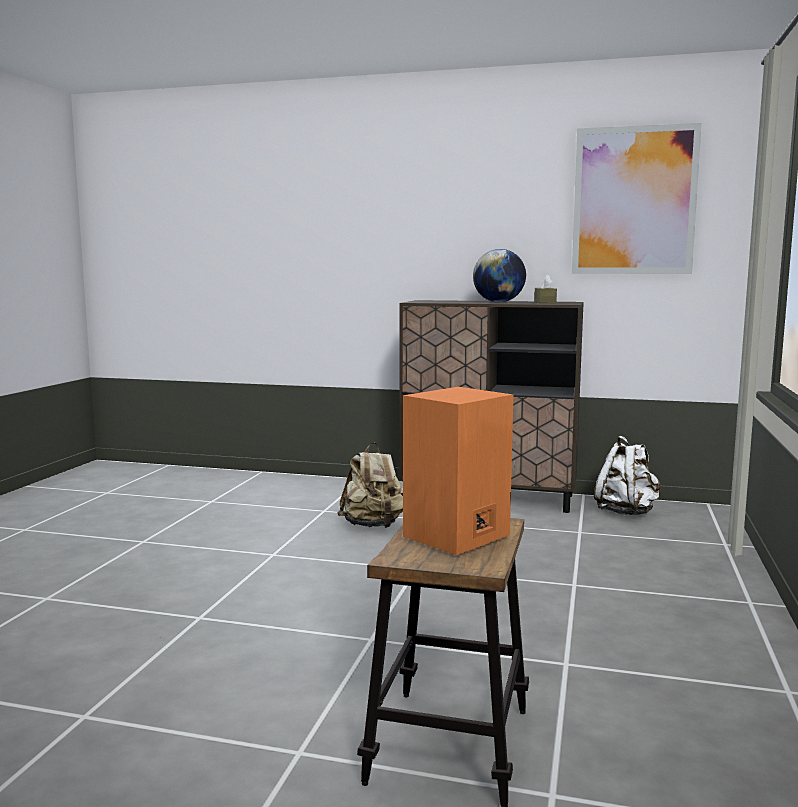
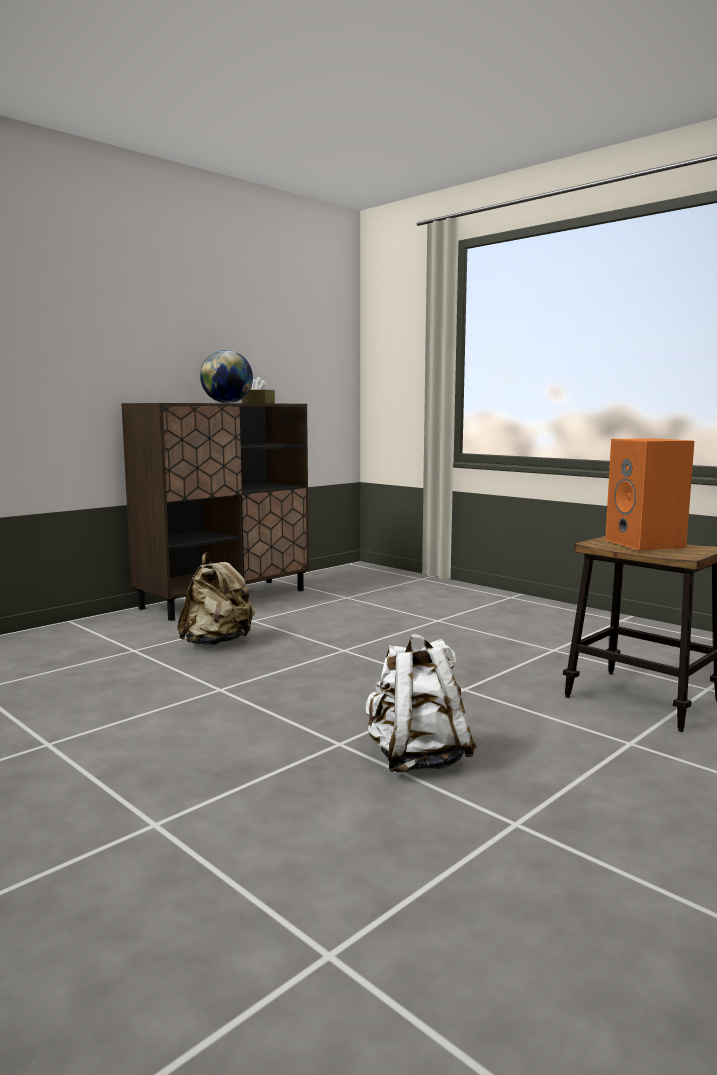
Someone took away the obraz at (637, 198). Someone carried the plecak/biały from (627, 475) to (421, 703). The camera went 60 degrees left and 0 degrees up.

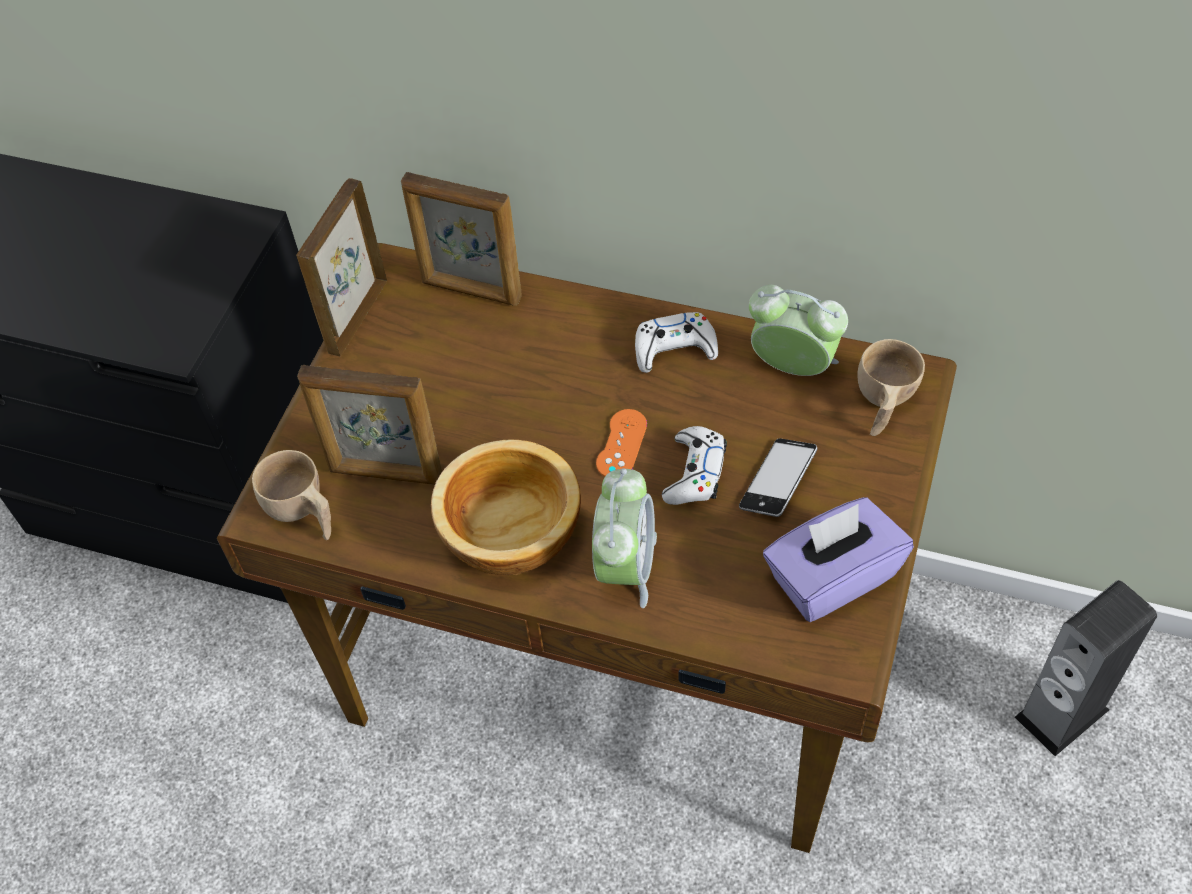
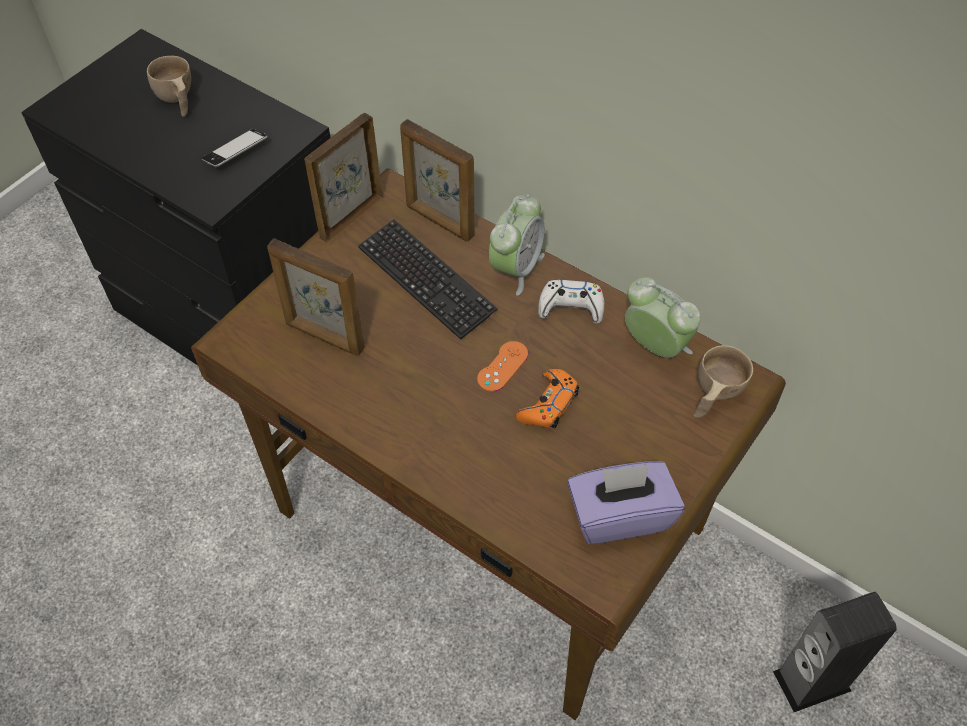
Someone carried the filiżanka/beżowy from (291, 495) to (169, 86). Someone took away the miska at (506, 507). Someone carried the budzik from (624, 538) to (517, 245). Someone repainted the pad do gier/biały at (694, 465), which became the pad do gier/pomarańczowy at (547, 398). Someone carried the telefon from (778, 477) to (235, 148). Someone put down the klawiatura at (428, 279). The camera went 15 degrees right and 0 degrees up.

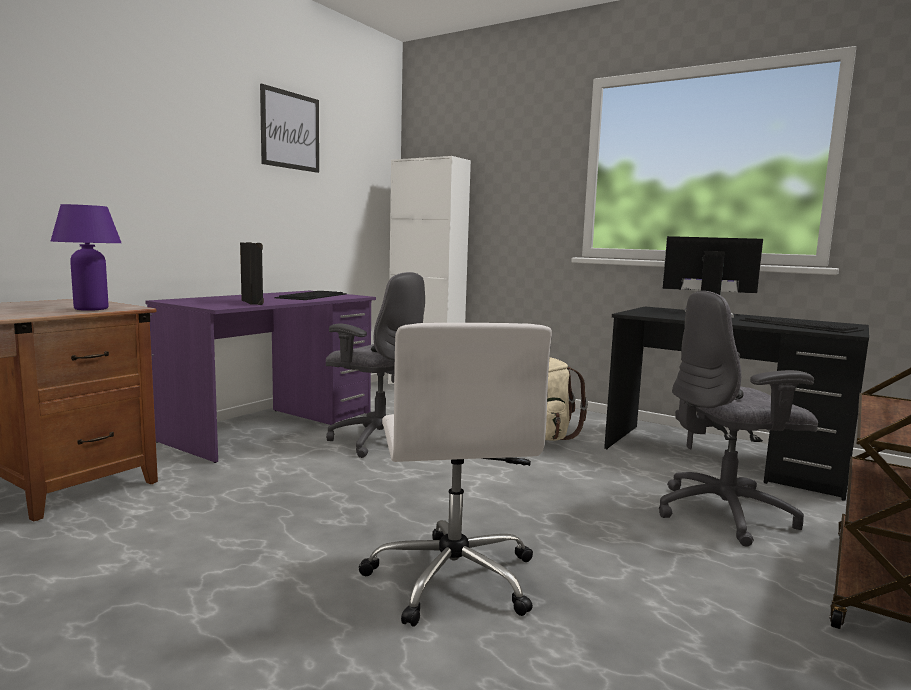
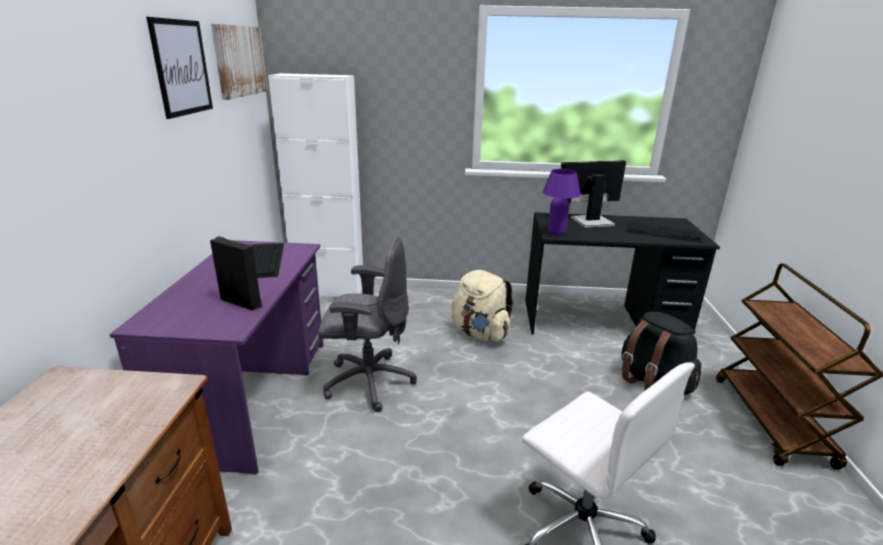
Someone carried the lampa stołowa/fioletowy from (86, 257) to (561, 202). Someone swapped the krzesło biurowe/szary at (738, 419) for the plecak/czarny at (661, 353). Someone put up the obraz at (239, 62). The camera went 30 degrees left and 15 degrees up.

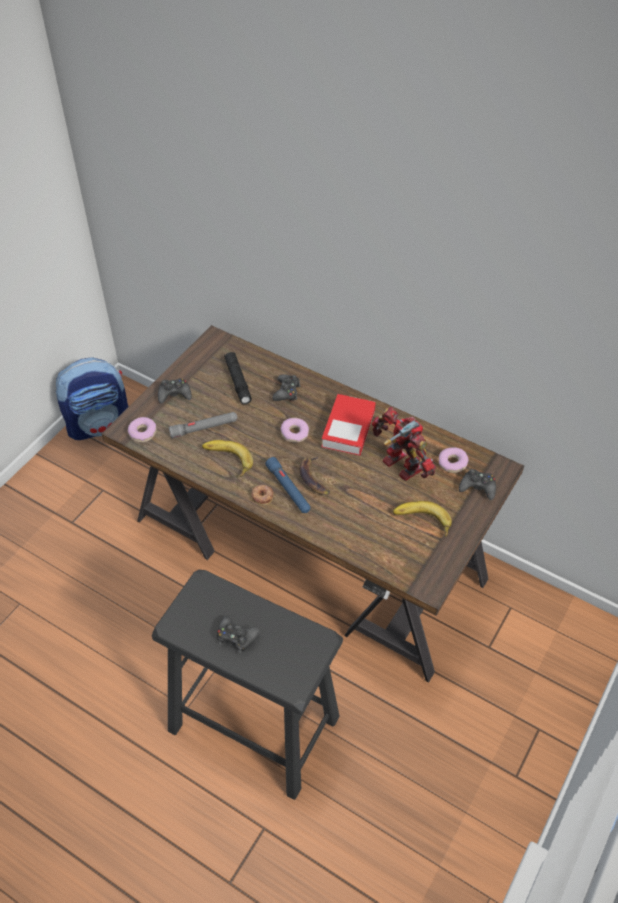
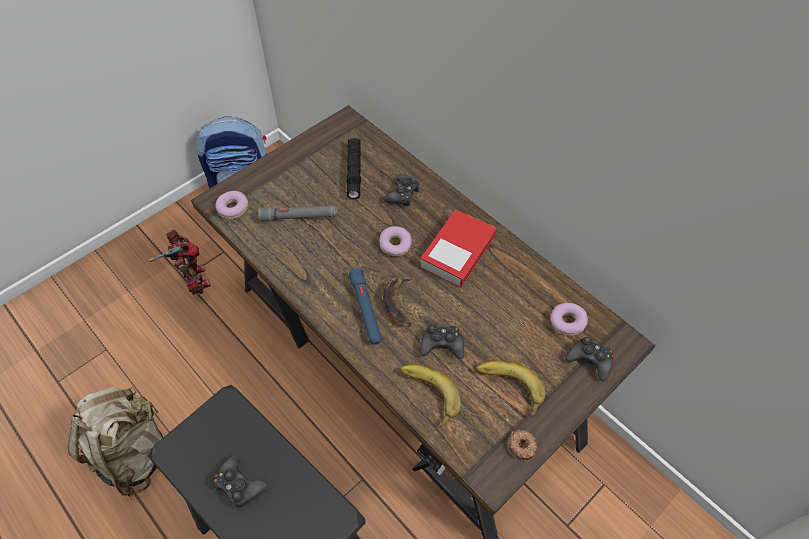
Someone carried the pad do gier/czarny from (175, 390) to (442, 342). Someone carried the banan from (227, 458) to (430, 396). Someone carried the donut from (262, 495) to (523, 446). Someone carried the robot zabawkowy from (404, 444) to (179, 262). Someone put down the plecak/beżowy at (115, 442). The camera went 15 degrees right and 5 degrees up.

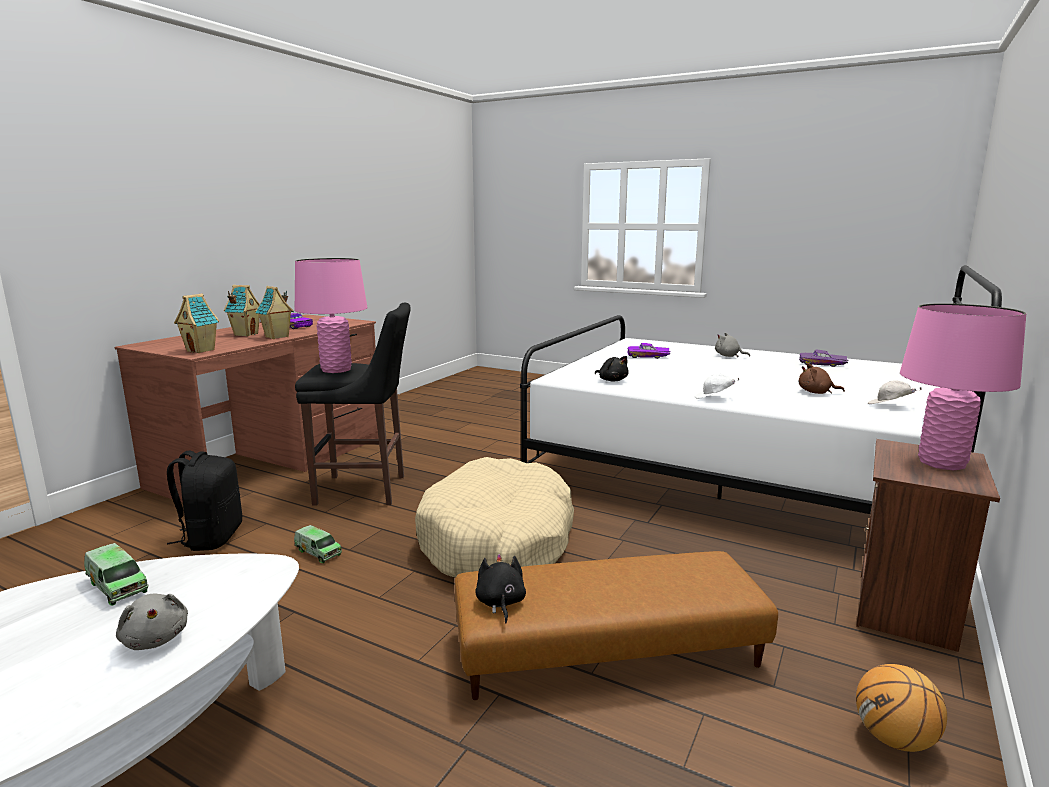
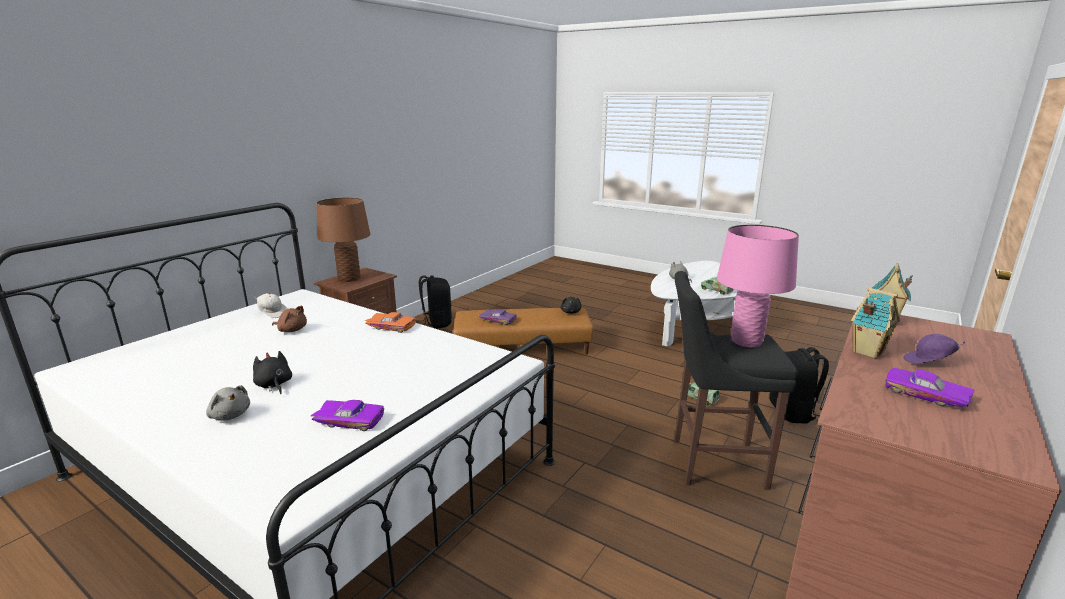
Someone swapped the domek at (242, 310) for the czapka z daszkiem/fioletowy at (934, 348). Someone took away the legowisko/beżowy at (494, 517). Someone carried the pluszak/czarny from (612, 369) to (272, 372). Someone swapped the czapka z daszkiem/biały at (717, 386) for the samochodzik/pomarańczowy at (390, 322). Someone carried the samochodzik/fioletowy from (824, 358) to (498, 317). Someone swapped the piłka do koszykówki at (901, 708) for the plecak/czarny at (434, 302). Someone repainted the lampa stołowa/różowy at (963, 386), which became the lampa stołowa/brązowy at (343, 239). The camera went 175 degrees left and 5 degrees up.

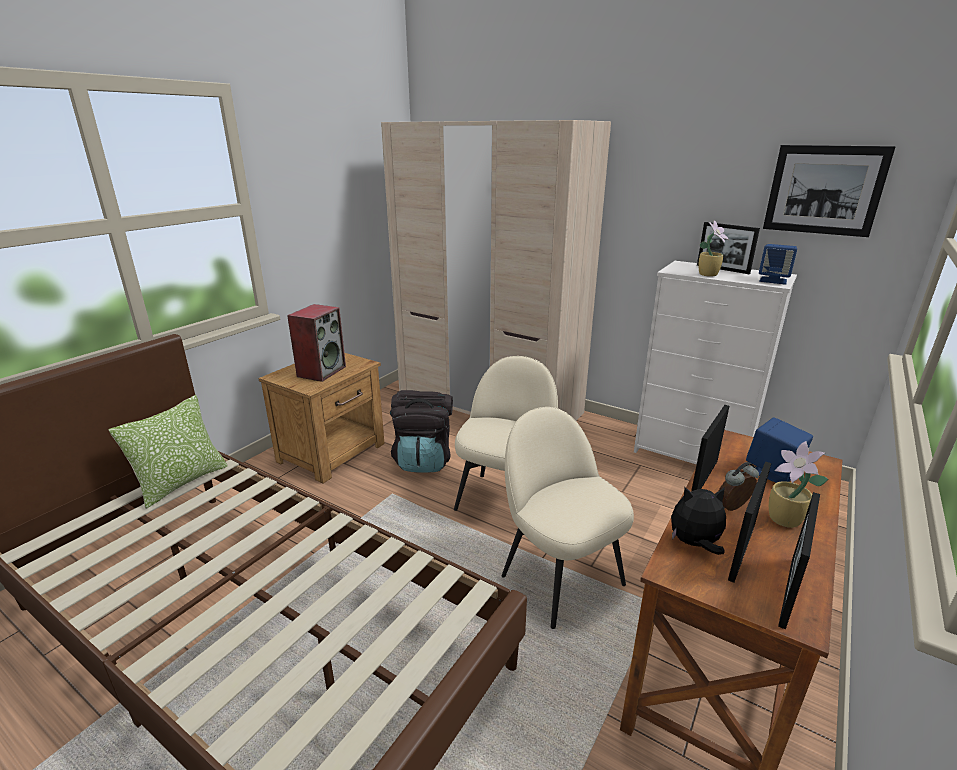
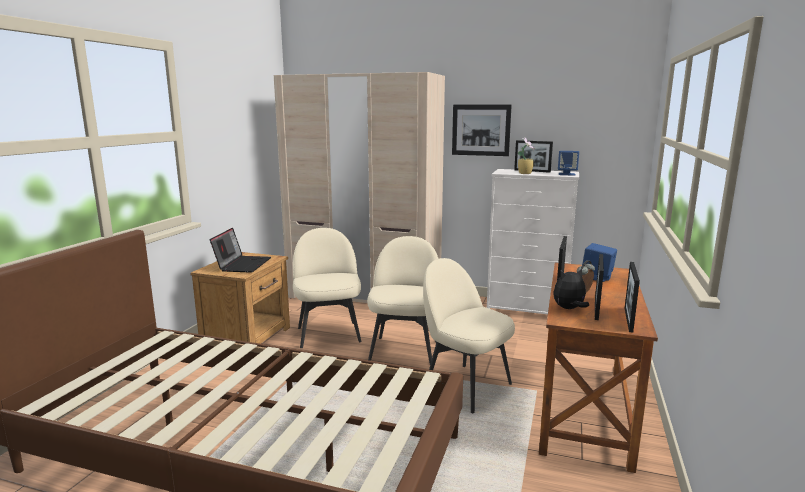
Someone took away the poduszka at (168, 452). Someone swapped the głośnik at (316, 343) for the laptop at (240, 250). Someone swapped the plecak/czarny at (421, 431) for the krzesło/beżowy at (327, 288). Someone carried the obraz from (829, 191) to (482, 130). Someone took away the roślina doniczkowa at (798, 484). The camera went 15 degrees left and 10 degrees down.

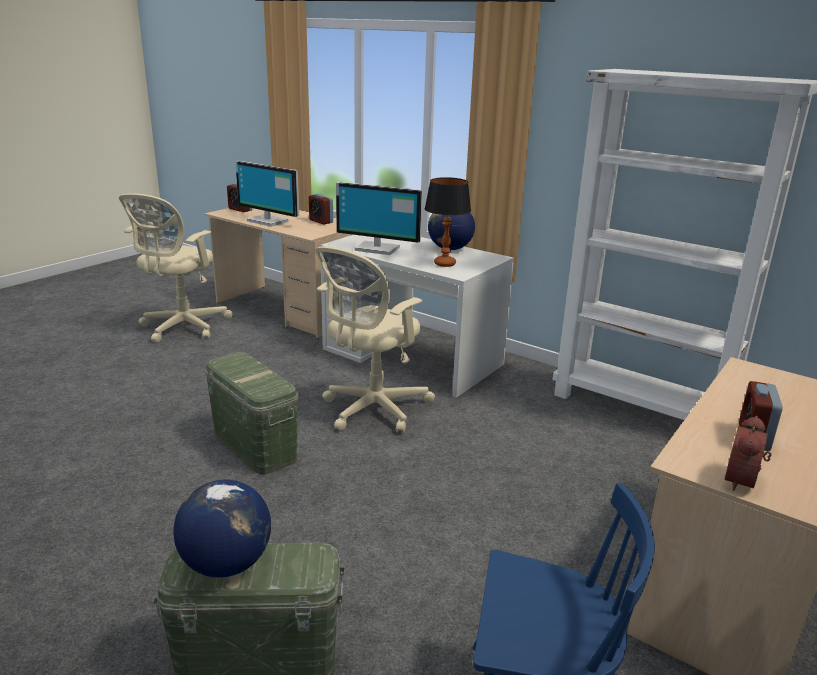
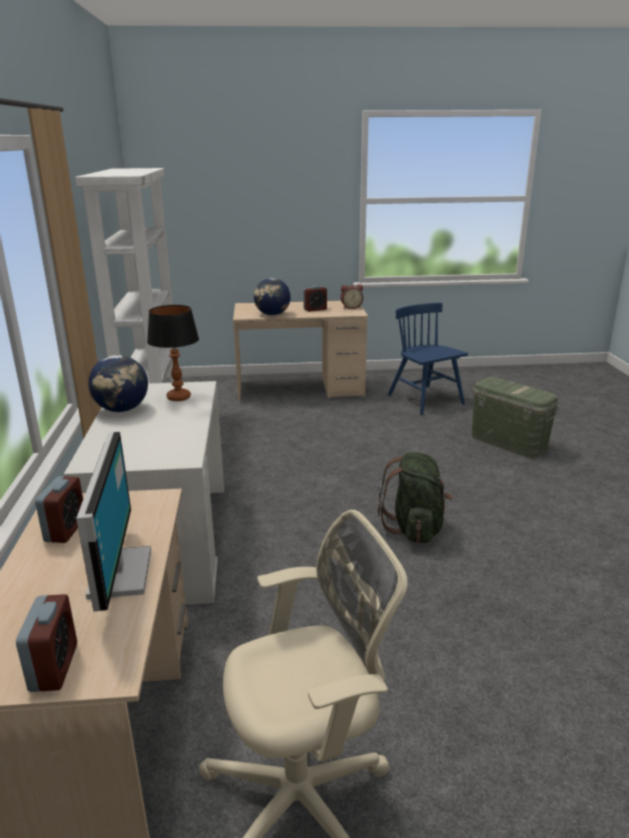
Someone carried the globus from (222, 528) to (272, 296). Someone swapped the pojemnik do przechowywania/zielony at (251, 413) for the plecak/zielony at (415, 497). Someone took away the krzesło biurowe/beżowy at (375, 339). Someone took away the monitor at (379, 218). The camera went 130 degrees left and 0 degrees up.

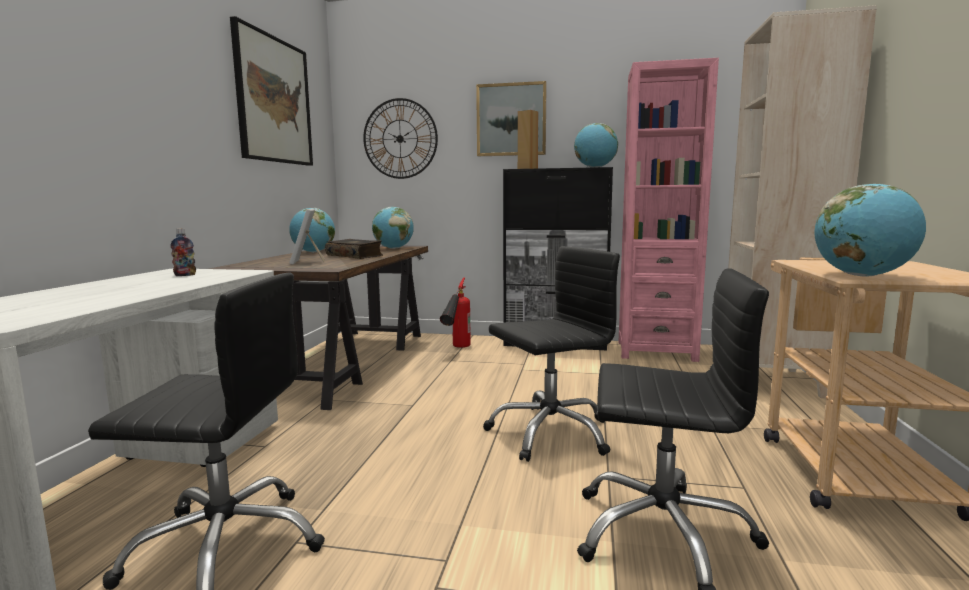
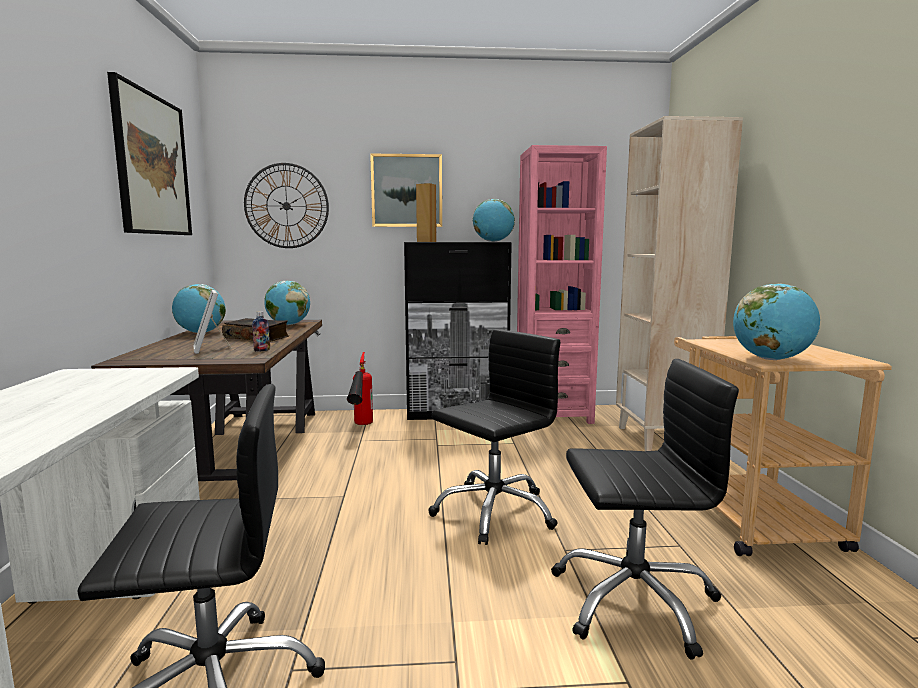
Someone carried the butelka from (183, 252) to (261, 331). The camera went 15 degrees left and 0 degrees up.

